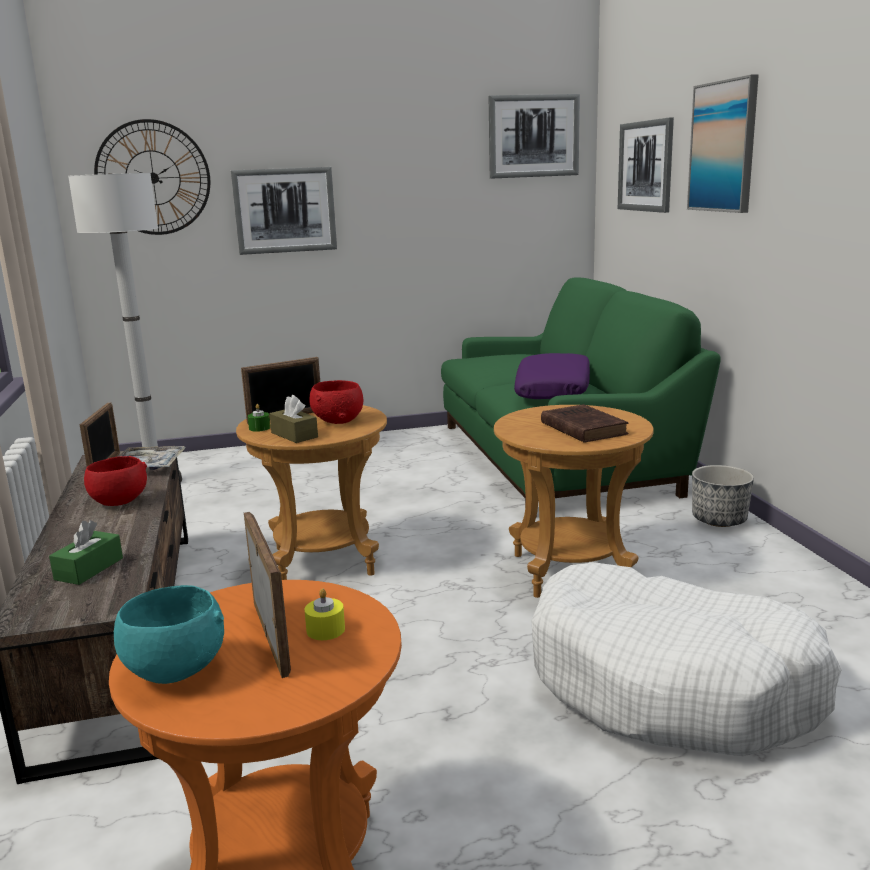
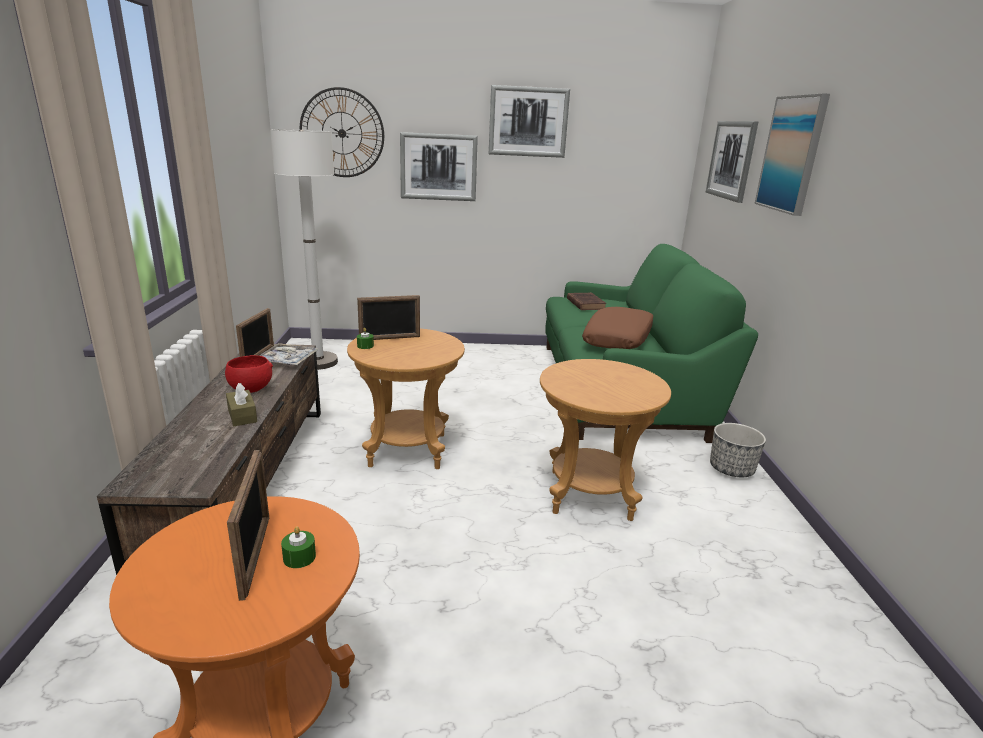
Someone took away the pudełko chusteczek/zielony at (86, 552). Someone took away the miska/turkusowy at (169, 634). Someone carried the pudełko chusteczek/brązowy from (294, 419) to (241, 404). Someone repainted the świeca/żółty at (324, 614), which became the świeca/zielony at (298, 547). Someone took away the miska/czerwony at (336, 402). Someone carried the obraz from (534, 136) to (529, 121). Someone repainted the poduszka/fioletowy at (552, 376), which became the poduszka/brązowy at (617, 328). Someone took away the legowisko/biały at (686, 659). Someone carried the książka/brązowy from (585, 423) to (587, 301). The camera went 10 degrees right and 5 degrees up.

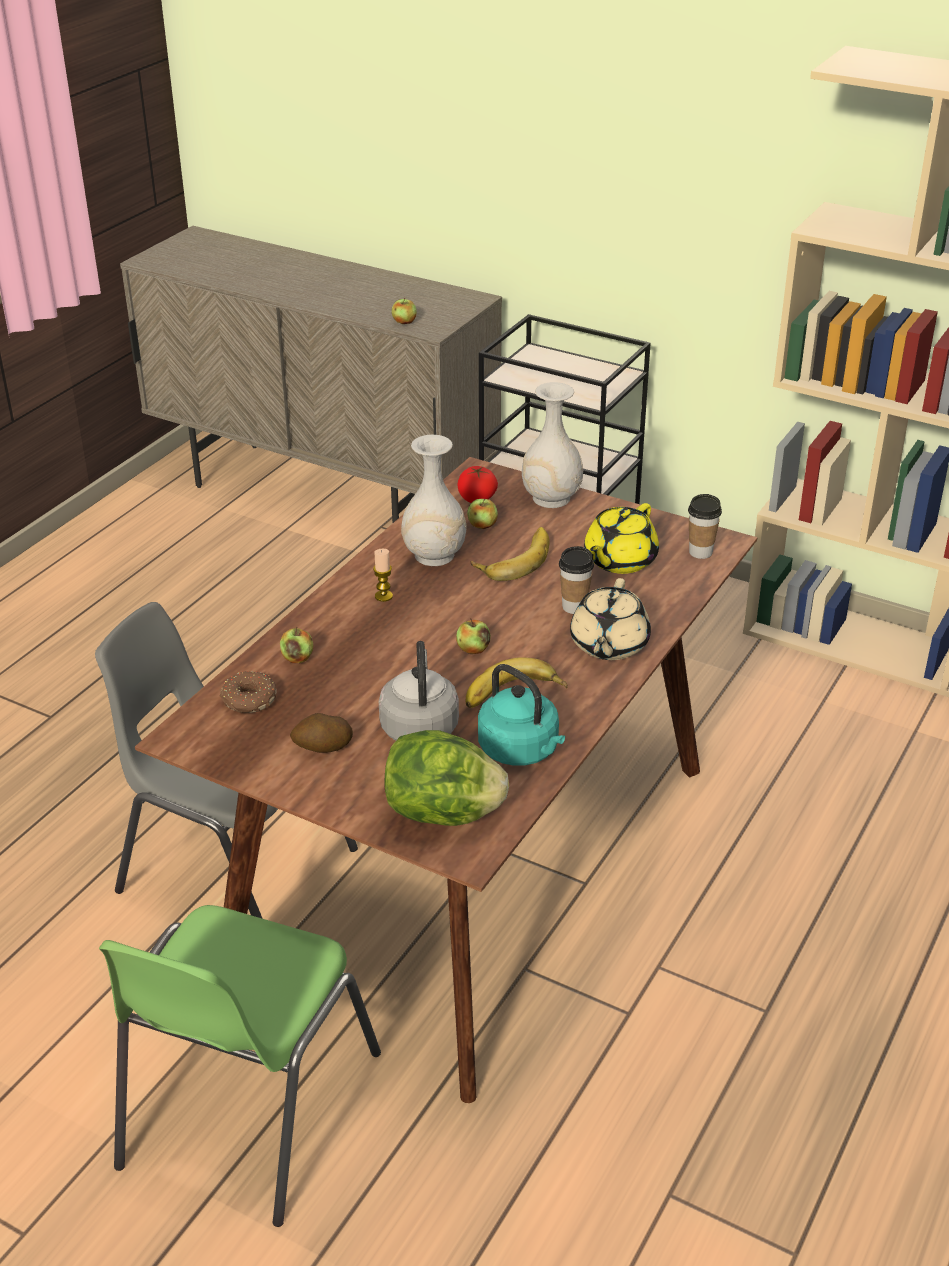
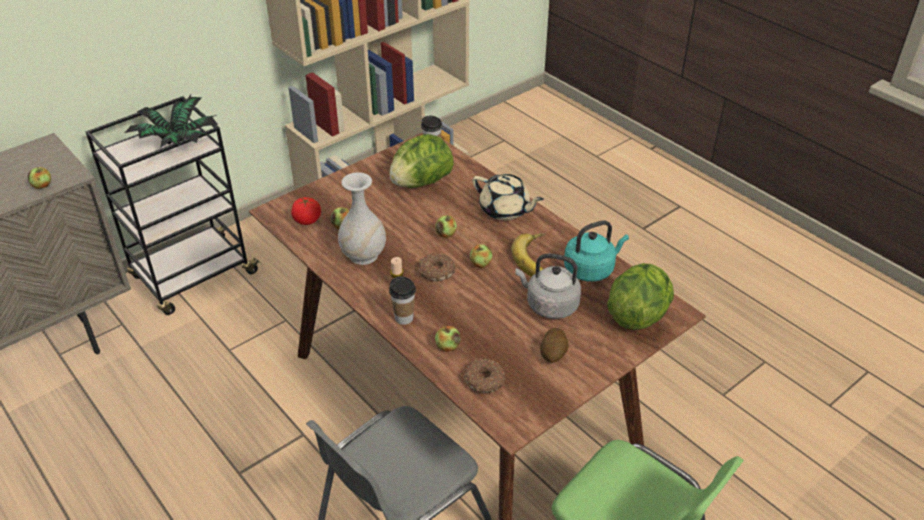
Someone took away the banan at (510, 554). Someone took away the wazon/biały at (552, 445). Someone carried the filiżanka from (576, 580) to (402, 300). Someone swapped the imbryk/żółty at (621, 538) for the sałata at (422, 161). Someone put down the roślina doniczkowa at (171, 121). Someone put down the donut at (437, 267). Someone put down the jabłko at (446, 226). The camera went 70 degrees left and 5 degrees up.

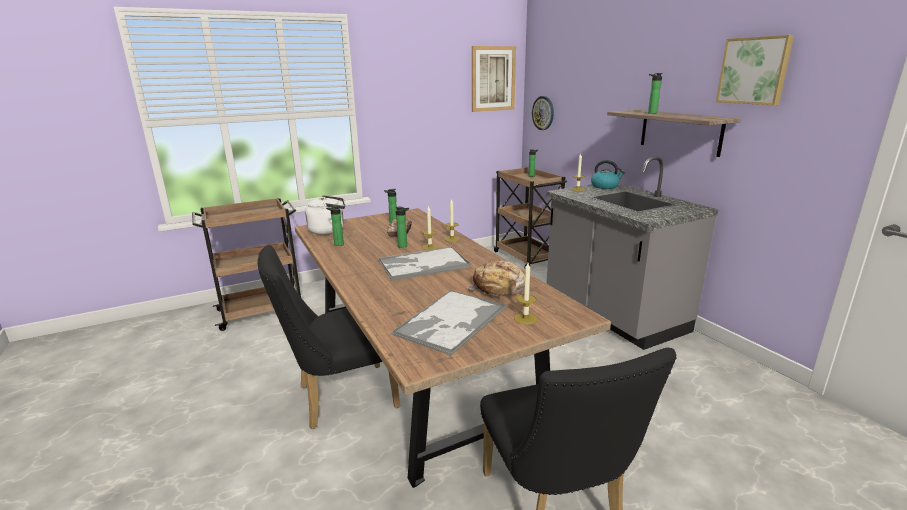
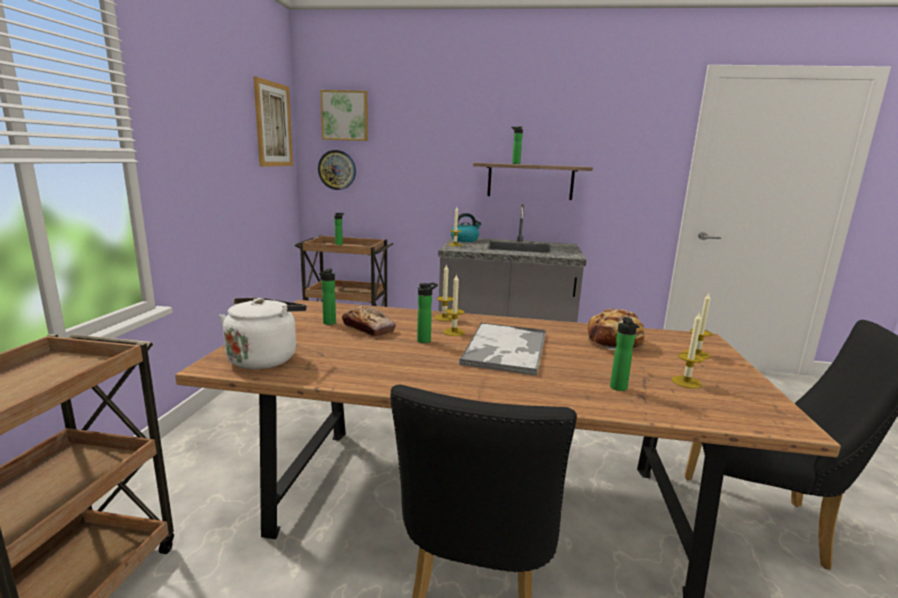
Someone carried the butelka from (335, 225) to (625, 354). Someone swapped the taca at (448, 323) for the świeca at (687, 350). Someone carried the obraz from (755, 70) to (344, 115). The camera went 55 degrees left and 5 degrees down.

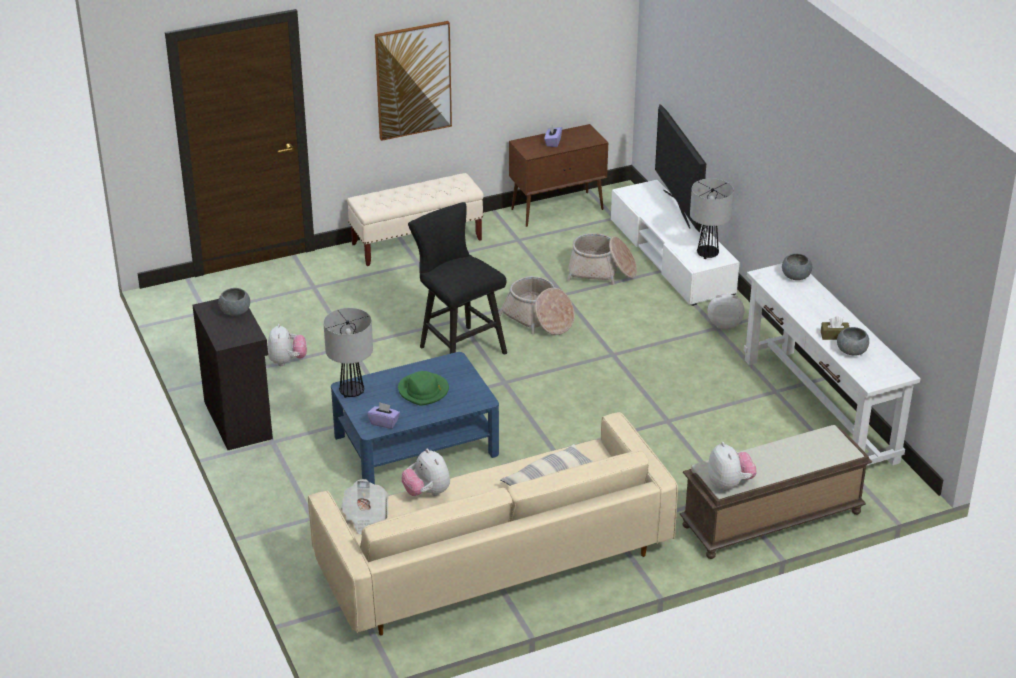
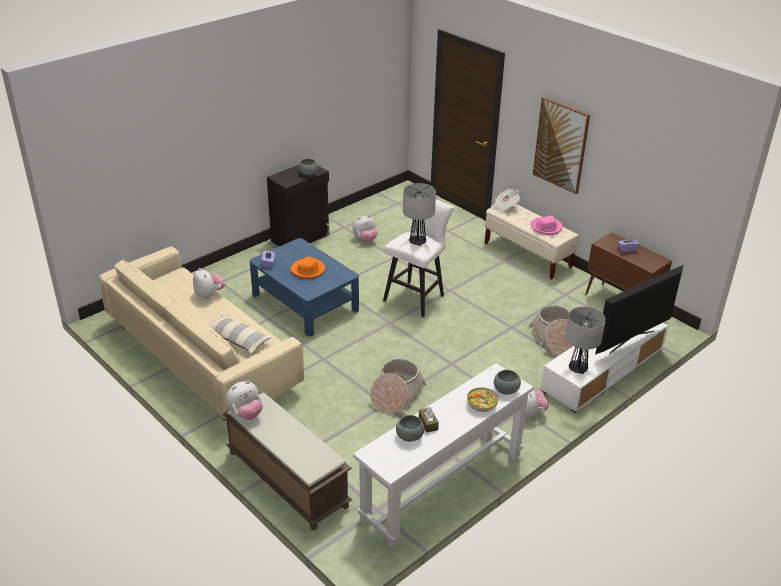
Someone carried the lampa stołowa from (348, 353) to (419, 214). Someone carried the gazeta from (365, 507) to (505, 200). Someone repainted the kapelusz/zielony at (423, 388), which became the kapelusz/pomarańczowy at (307, 267). Someone rotated the pluszak at (426, 472) by 105 degrees clockwise. Someone repainted the stołek/czarny at (457, 278), which became the stołek/biały at (418, 258). Someone carried the koszyk from (537, 305) to (398, 386). Someone put down the miska at (482, 399). Someone put down the kapelusz/różowy at (546, 225). The camera went 70 degrees right and 0 degrees up.

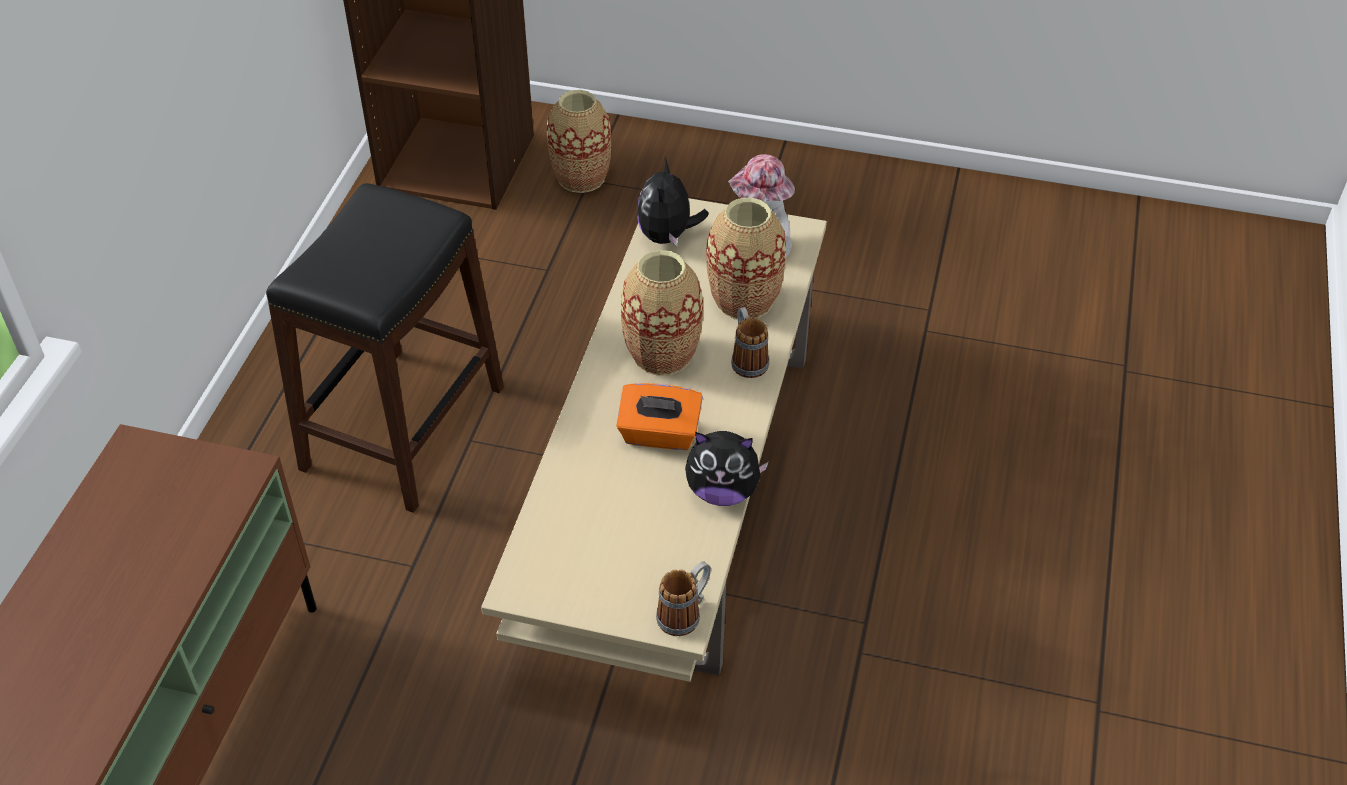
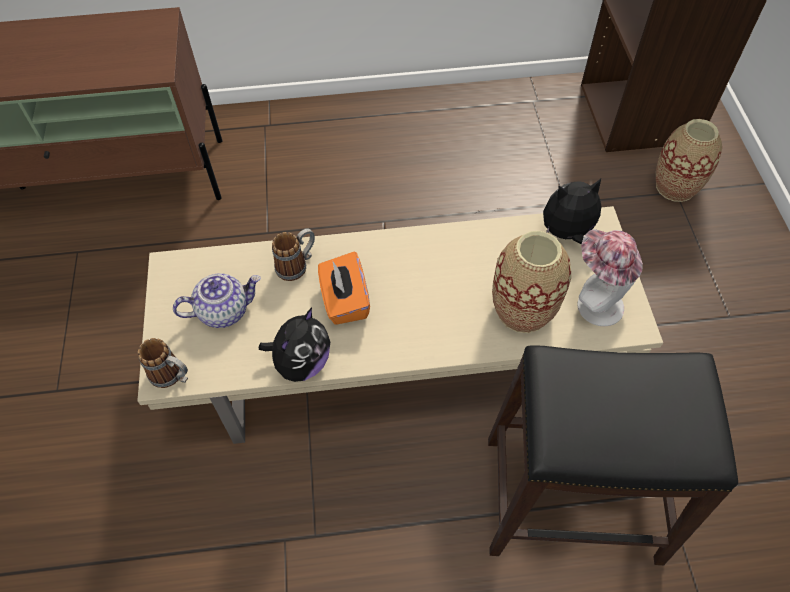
Someone carried the stołek/czarny from (385, 348) to (613, 455). Someone took away the wazon at (662, 313). Someone rotated the pluszak at (727, 468) by 135 degrees counterclockwise. Someone carried the kubek from (750, 342) to (293, 254). Someone put down the imbryk at (217, 300). The camera went 70 degrees right and 10 degrees up.

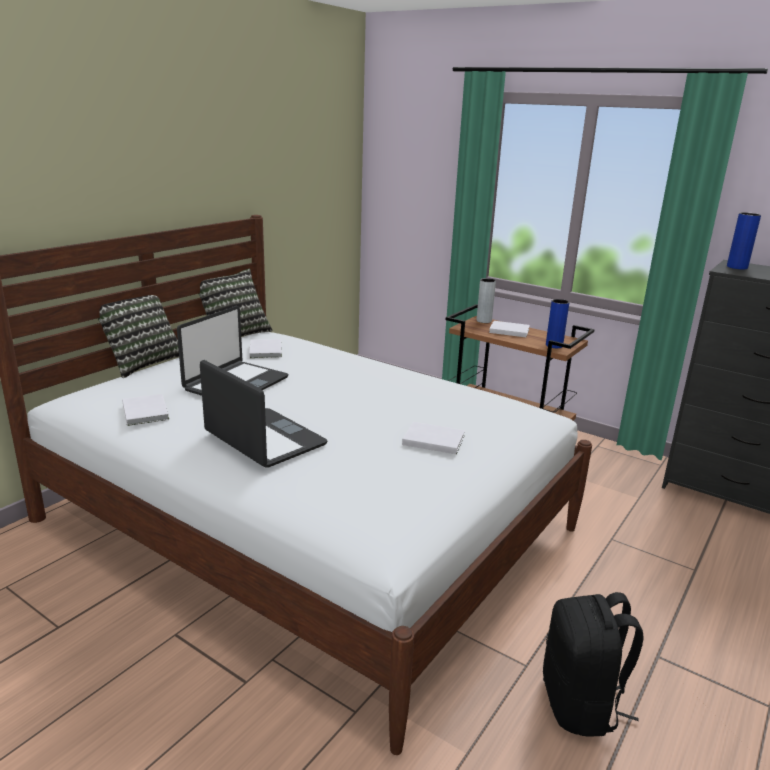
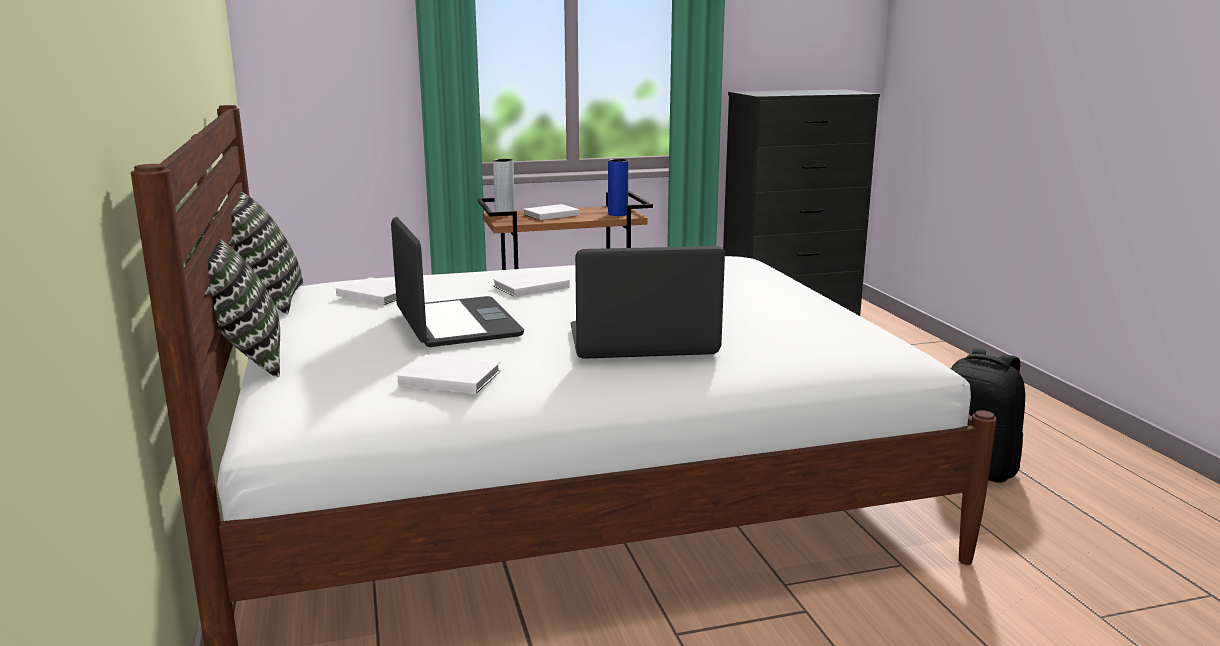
Someone carried the książka/biały from (433, 438) to (531, 283). Someone took away the wazon/niebieski at (744, 240). The camera went 50 degrees left and 5 degrees down.

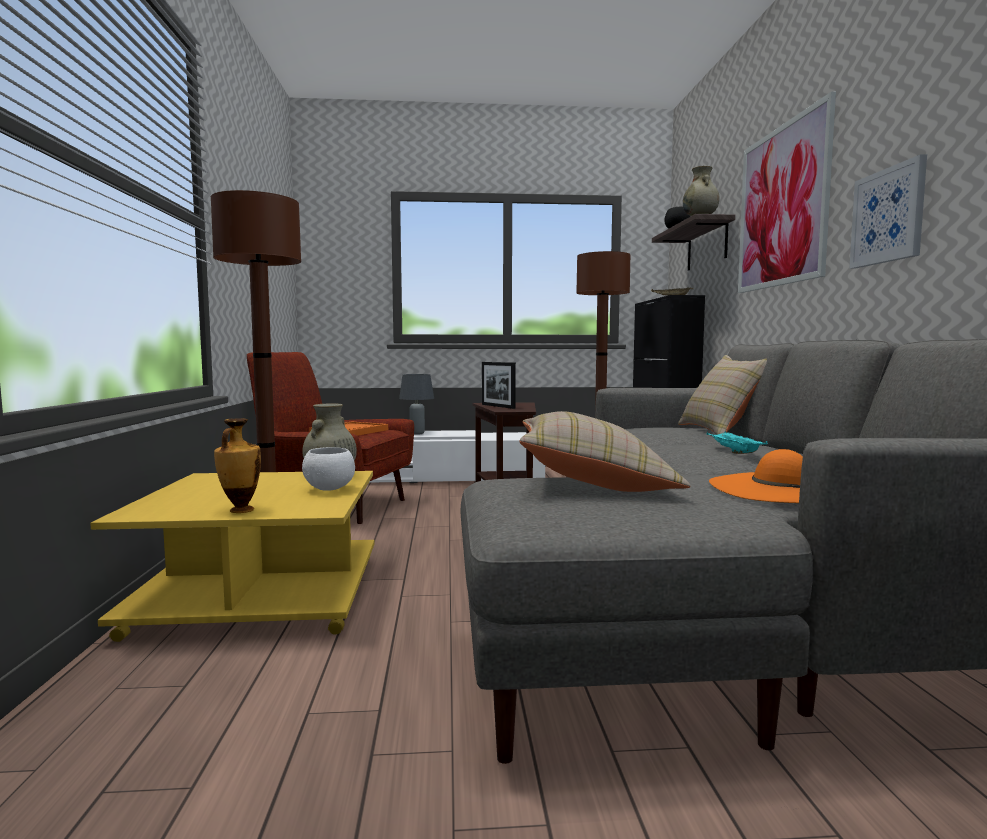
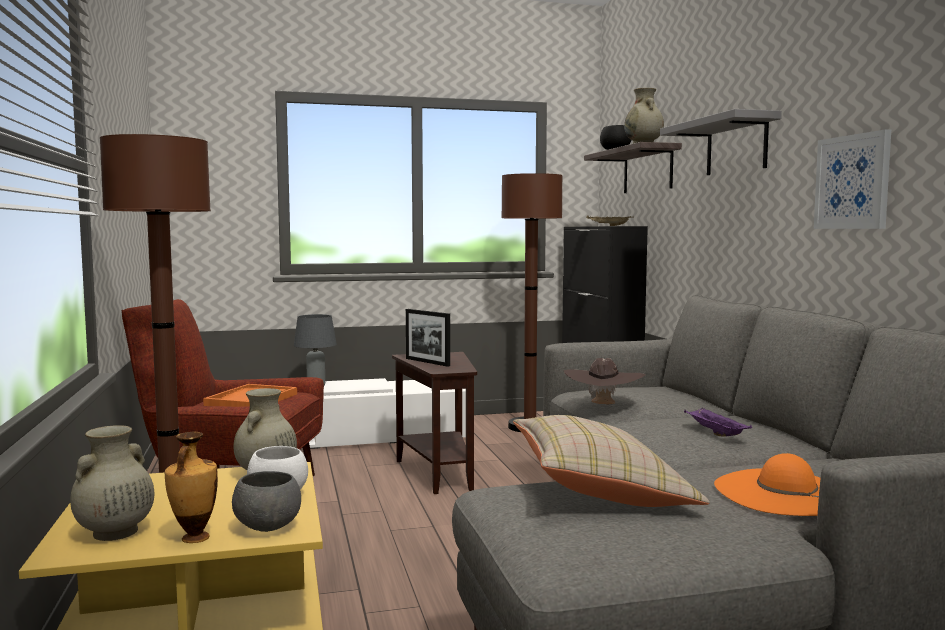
Someone took away the poduszka/beżowy at (722, 395). Someone repainted the taca/turkusowy at (737, 443), which became the taca/fioletowy at (718, 422). Someone swapped the obraz at (787, 192) for the półka/szary at (721, 142). Someone put down the wazon/beżowy at (112, 483). Someone put down the miska/szary at (266, 501). Someone put down the kapelusz/brązowy at (605, 381). The camera went 10 degrees left and 0 degrees up.

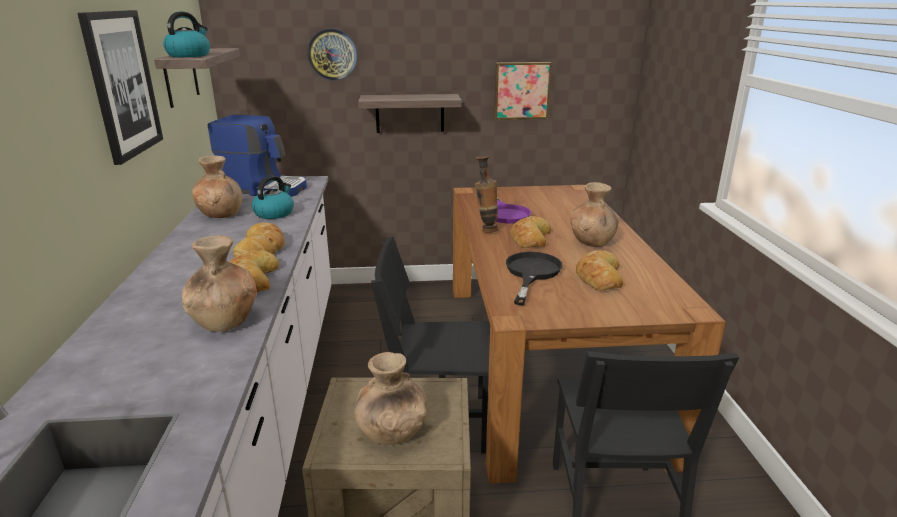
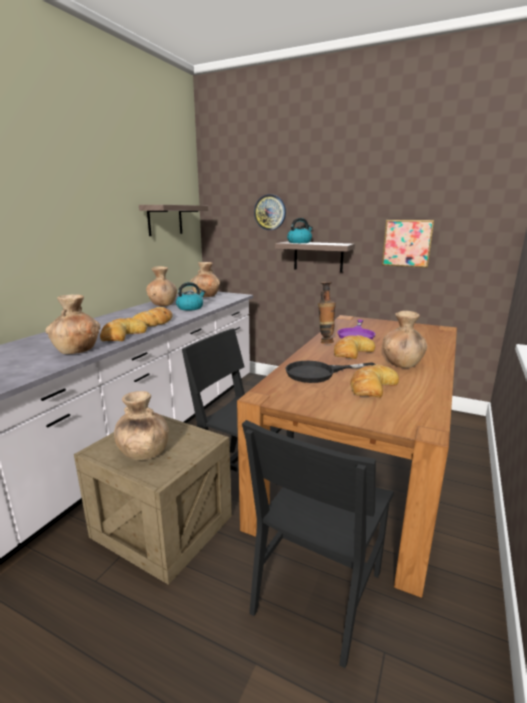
Someone took away the obraz at (120, 87). Someone carried the czajnik from (186, 34) to (300, 230). Someone swapped the ekspres do kawy at (257, 156) for the wazon/brązowy at (205, 279). Someone rotated the patelnia/czarny at (534, 278) by 150 degrees counterclockwise. The camera went 30 degrees right and 5 degrees down.

